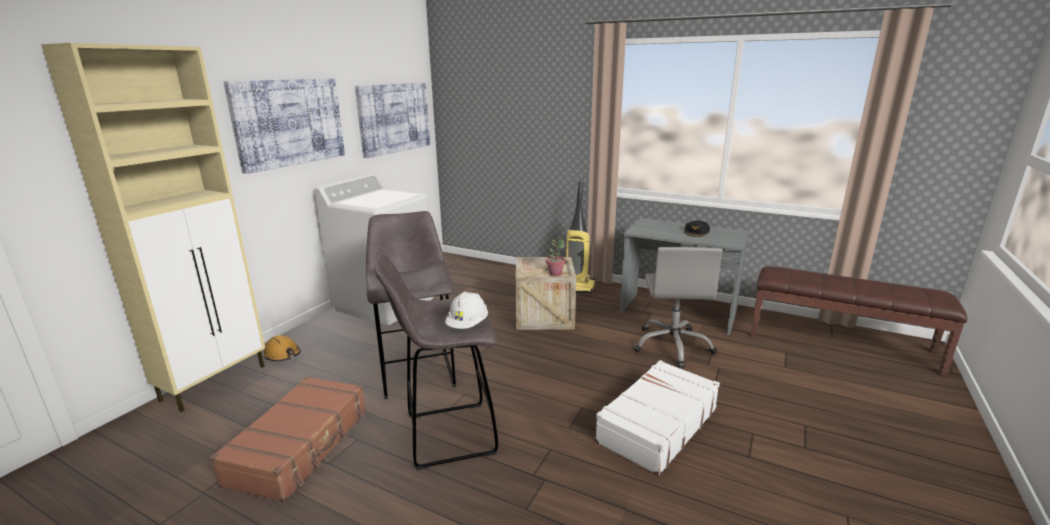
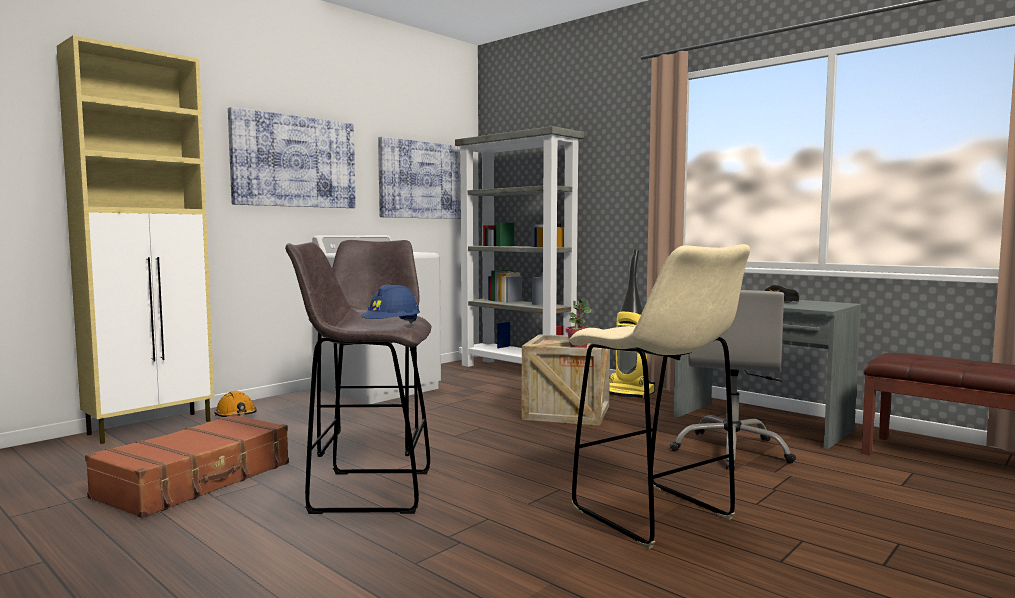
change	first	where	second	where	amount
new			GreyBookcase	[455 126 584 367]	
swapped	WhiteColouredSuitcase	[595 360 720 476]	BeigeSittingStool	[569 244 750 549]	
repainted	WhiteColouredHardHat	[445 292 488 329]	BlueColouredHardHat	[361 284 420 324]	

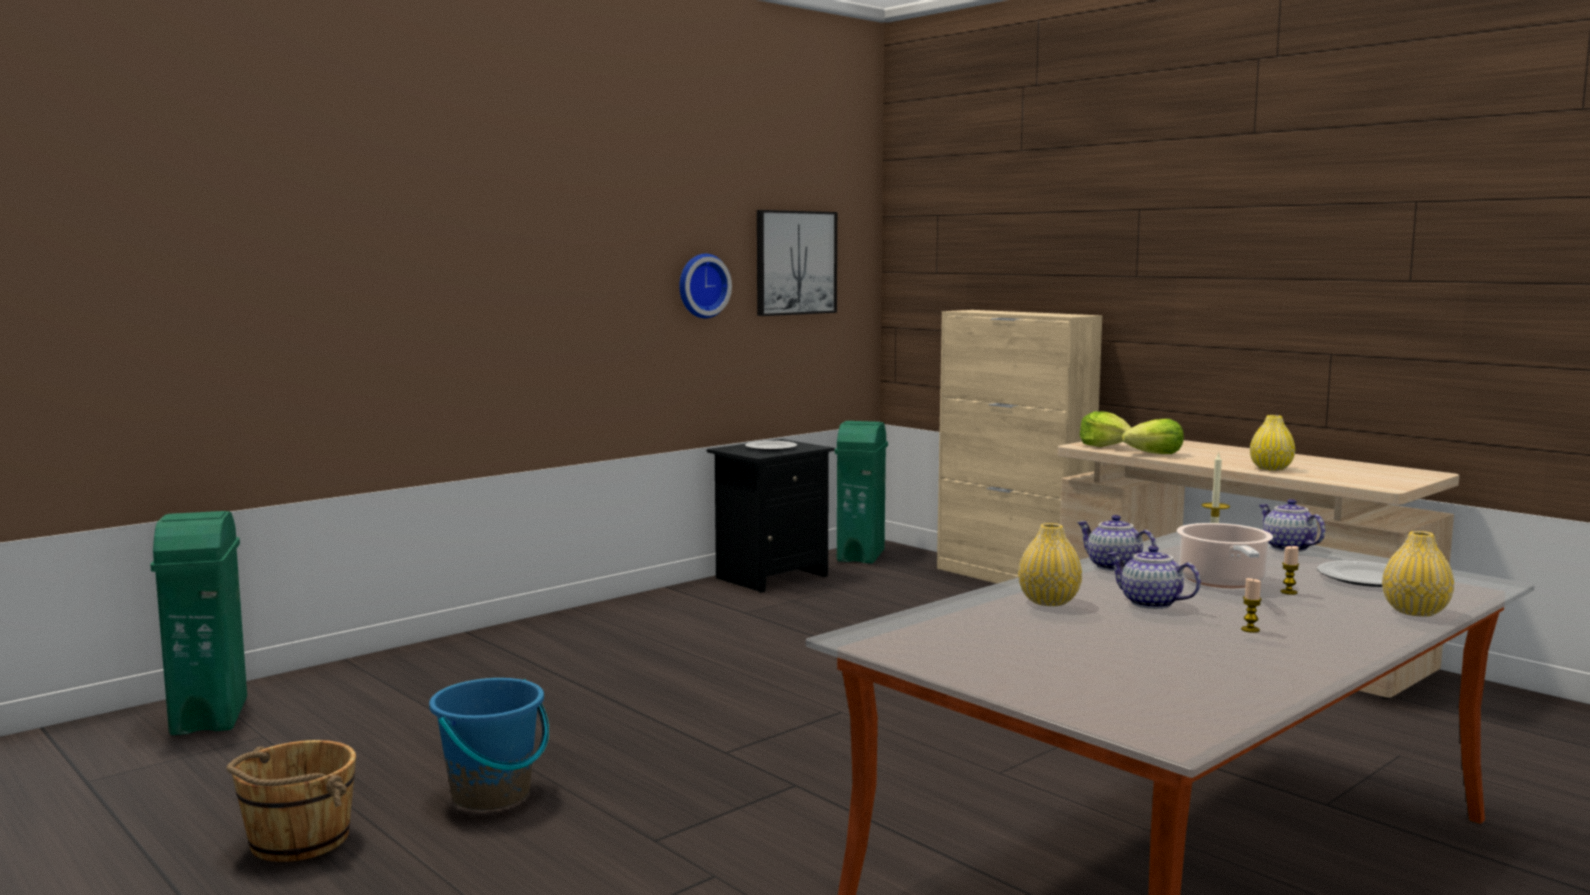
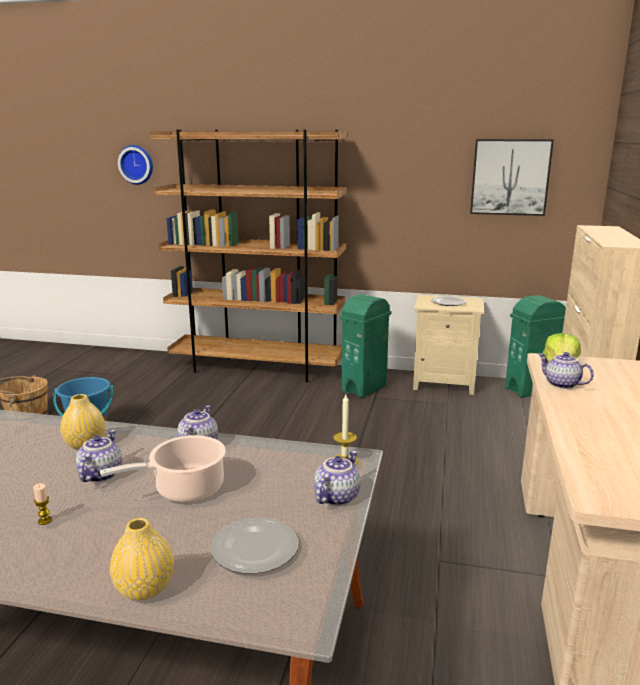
change	first	where	second	where	amount
gone	YellowishVase	[1250 415 1295 471]			
gone	Candle	[1280 546 1299 595]			
new			BrownColouredBookcase	[149 130 348 382]	
shifted	GreenColouredRubbishBin	[150 511 247 735]		[340 294 391 398]	
shifted	HangingClock	[679 254 732 318]		[118 145 153 185]	
swapped	LettuceHead	[1122 419 1184 454]	PotForTea	[538 352 594 389]	
repainted	BlackishNightTable	[707 439 835 593]	BeigeNightTable	[413 295 484 395]	

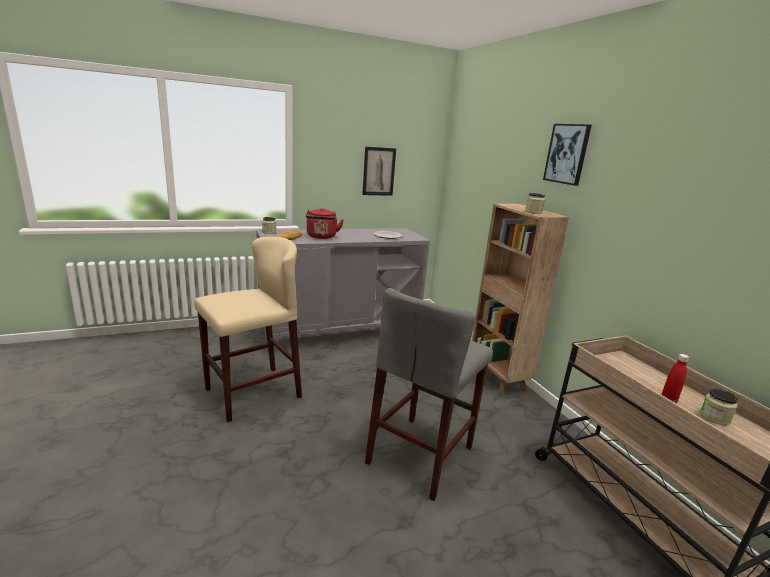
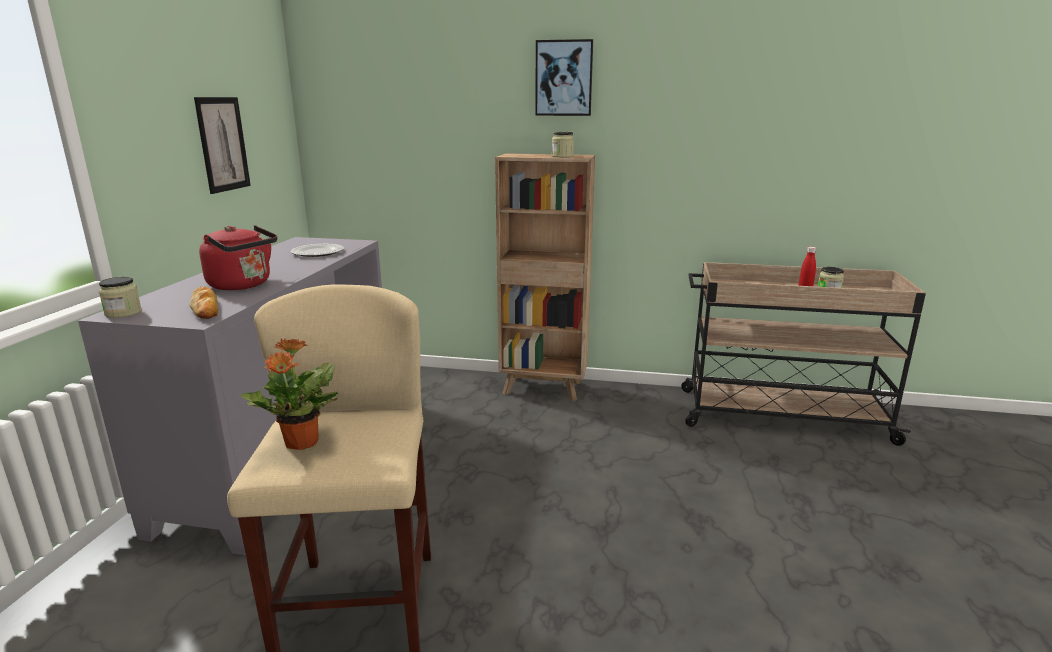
change	first	where	second	where	amount
gone	GreySittingStool	[365 288 493 501]			
new			PlantInAPot	[240 339 338 450]	

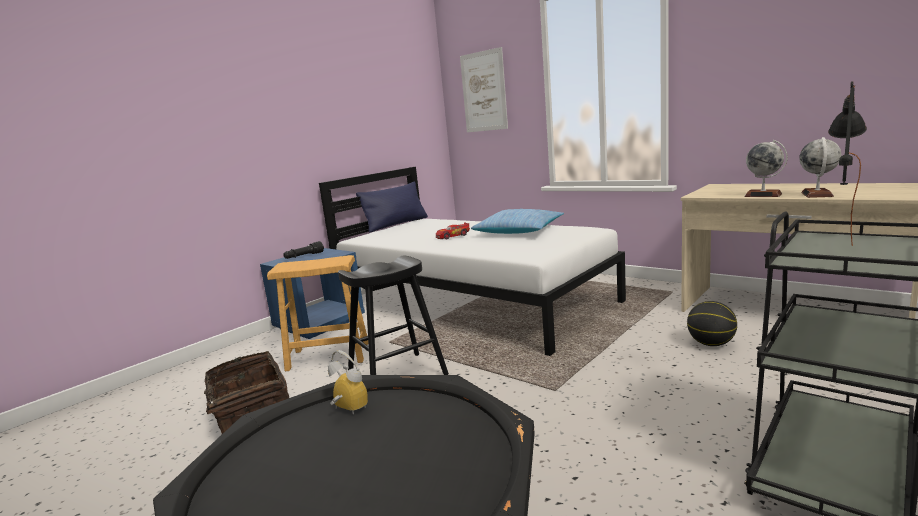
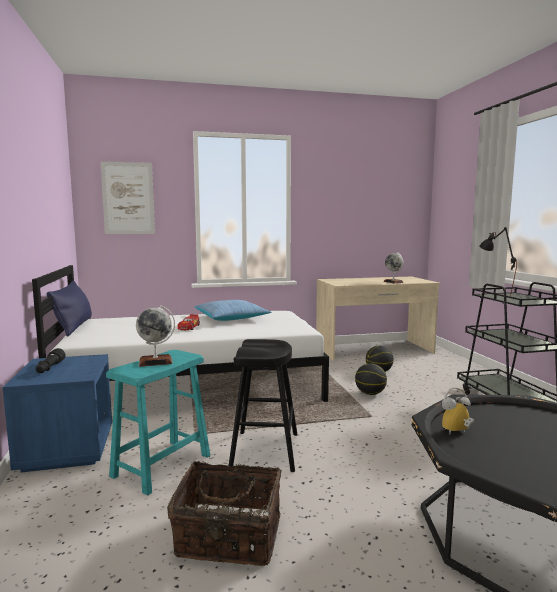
change	first	where	second	where	amount
new			BasketballBall	[355 363 387 395]	
shifted	WorldGlobe	[744 140 788 197]		[136 305 175 367]	
repainted	BrownColouredSittingStool	[267 255 368 371]	TurquoiseColouredSittingStool	[106 350 210 495]	

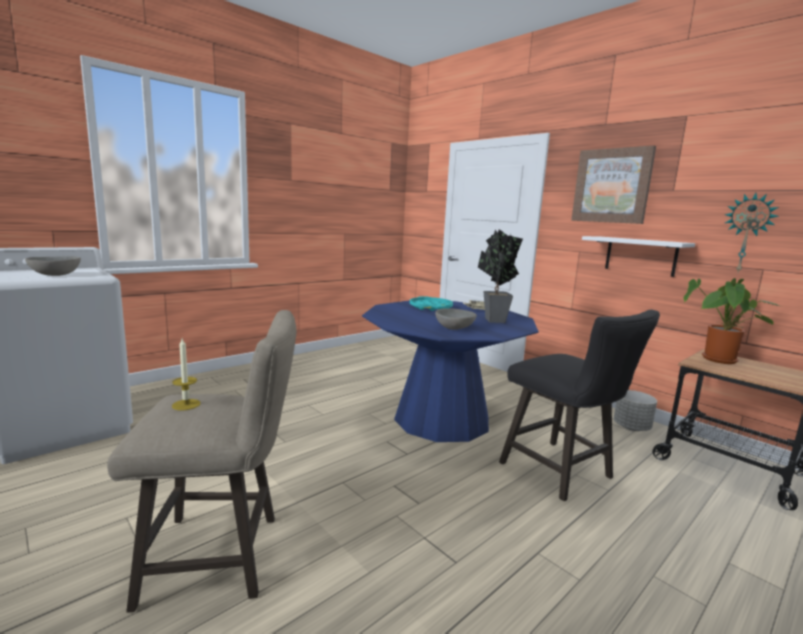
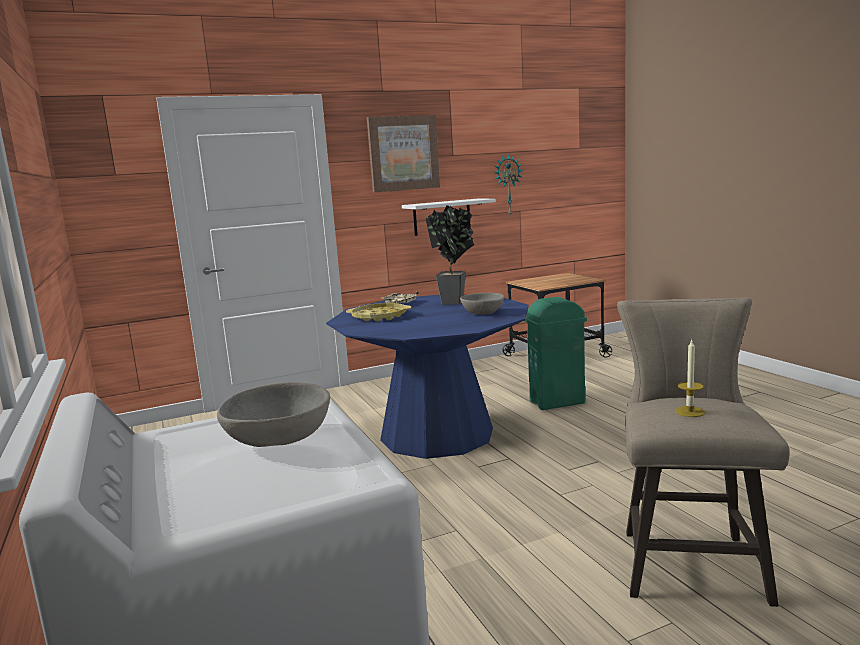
change	first	where	second	where	amount
gone	GreyPlanter	[614 390 657 431]			
gone	PlantInAPot	[683 278 782 364]			
swapped	BlackishSittingStool	[499 310 660 501]	GreenColouredRubbishBin	[525 297 587 410]	
repainted	TurquoiseColouredServingTray	[410 296 453 311]	YellowishServingTray	[346 303 411 321]	

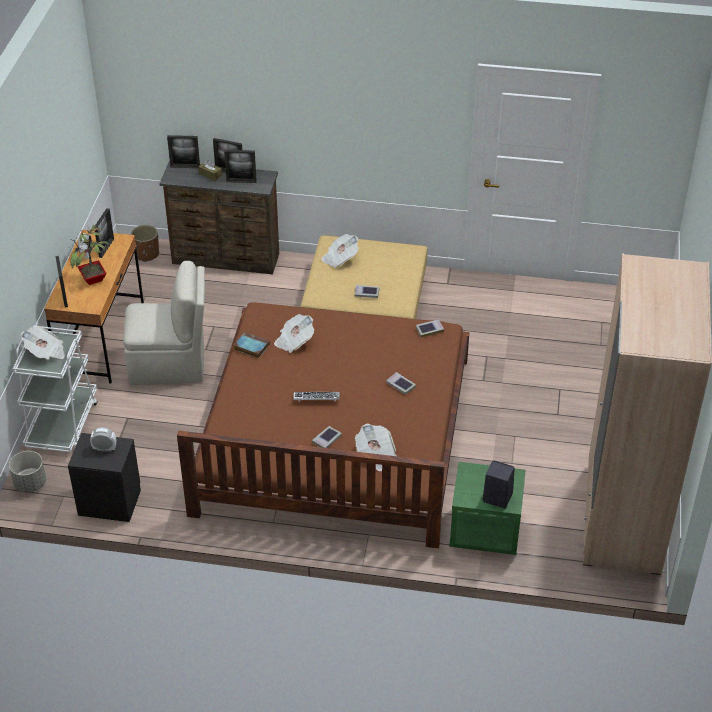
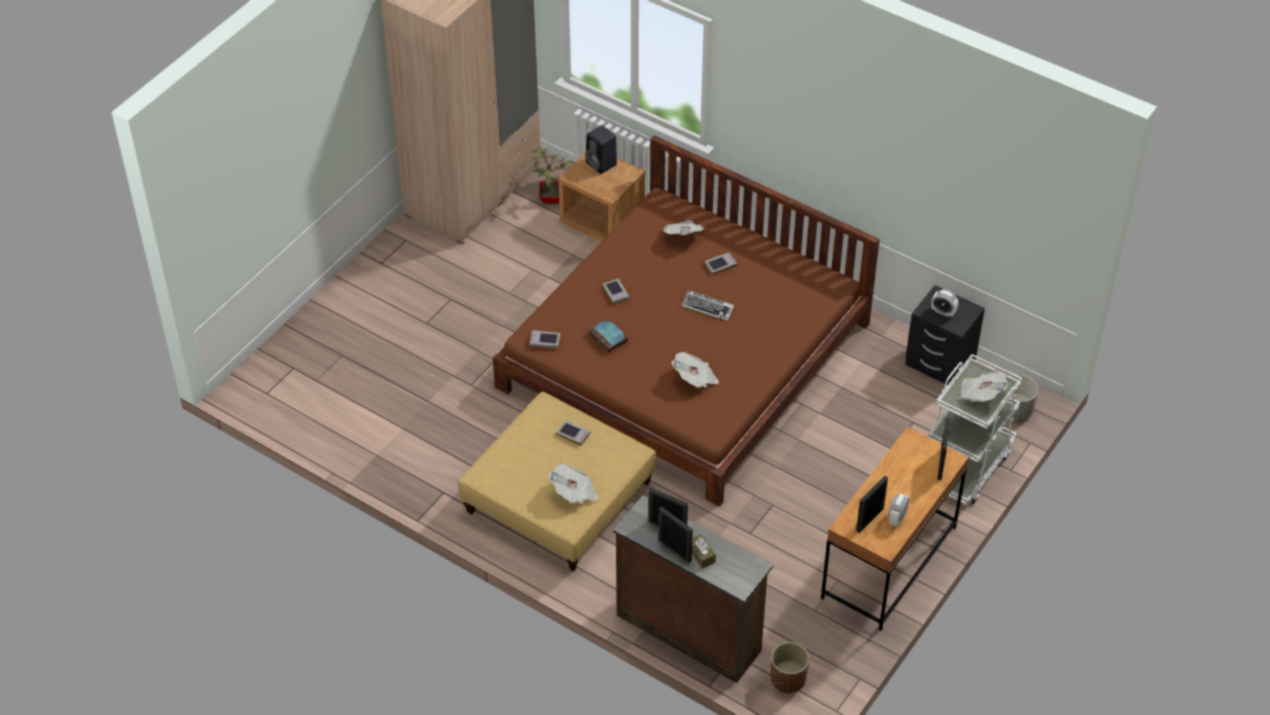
change	first	where	second	where	amount
gone	BeigeChair	[123 261 205 385]			
gone	StandingFrame	[167 135 200 168]			
shifted	PlantInAPot	[70 225 110 285]		[531 147 574 204]	
shifted	Volume	[234 332 270 358]		[589 318 628 353]	
repainted	GreenColouredNightTable	[449 462 526 555]	BrownColouredNightTable	[559 153 645 242]	

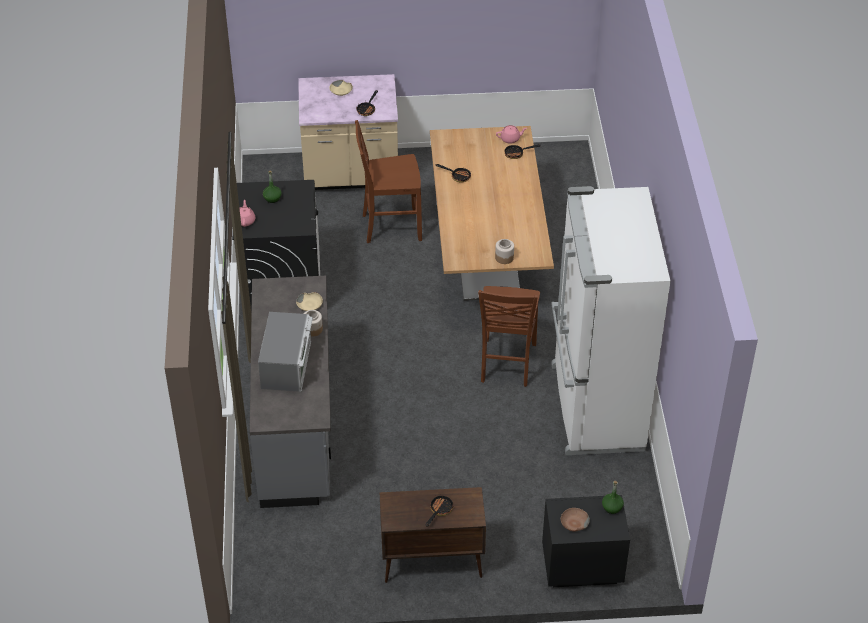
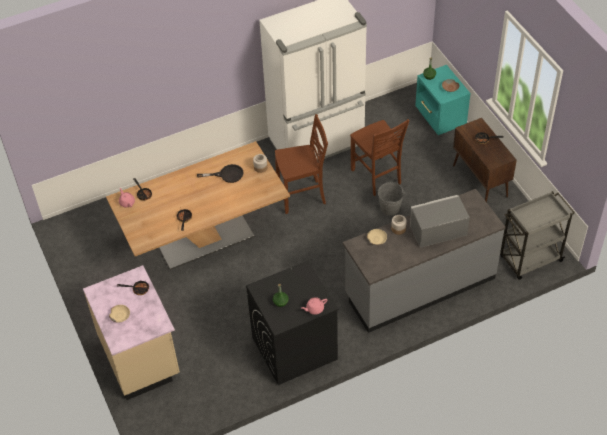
change	first	where	second	where	amount
new			BlackishFryingPan	[197 164 244 183]	
new			GreyWaterBucket	[377 182 405 216]	
new			GreyTrolley	[500 191 575 280]	
shifted	BrownColouredChair	[355 120 422 243]		[350 119 410 196]	
repainted	BlackishNightTable	[542 495 630 587]	TurquoiseColouredNightTable	[415 65 471 135]	

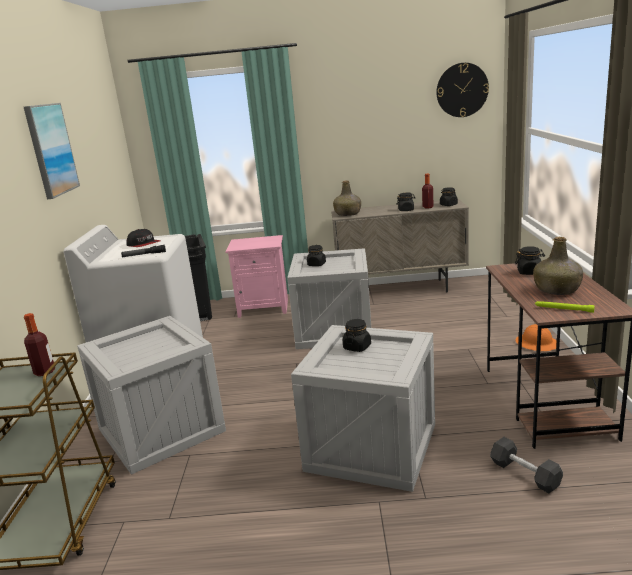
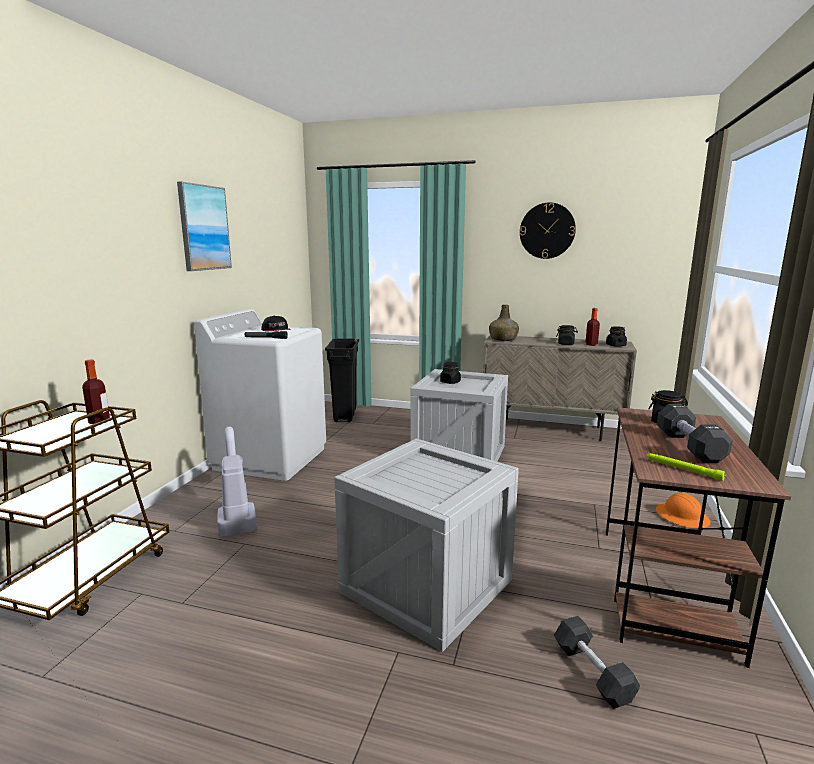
change	first	where	second	where	amount
gone	PinkNightTable	[225 235 288 318]			
gone	BlackishStorageJar	[343 319 371 352]			
shifted	HangingClock	[436 63 489 117]		[520 202 576 259]	
swapped	PackingCrate	[77 316 226 475]	Hoover	[217 427 257 537]	
swapped	GreenColouredBottle	[533 237 583 295]	BlackishDumbbell	[657 404 733 463]	

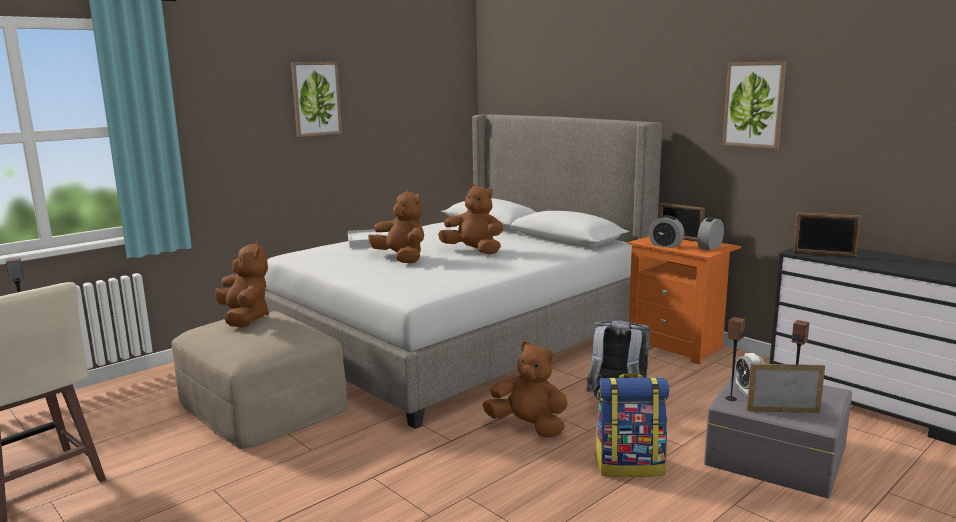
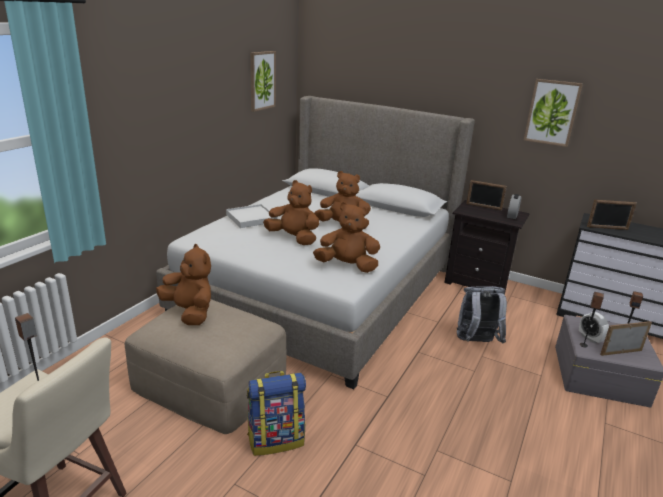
change	first	where	second	where	amount
gone	BedsideClock	[649 215 684 248]			
shifted	WallArt	[291 62 342 137]		[250 51 276 112]	
shifted	BrownColouredPlushToy	[483 341 568 438]		[313 202 380 273]	
shifted	Knapsack	[595 374 669 477]		[247 371 306 456]	
repainted	OrangeyNightTable	[628 236 741 365]	BlackishNightTable	[444 200 530 295]	

